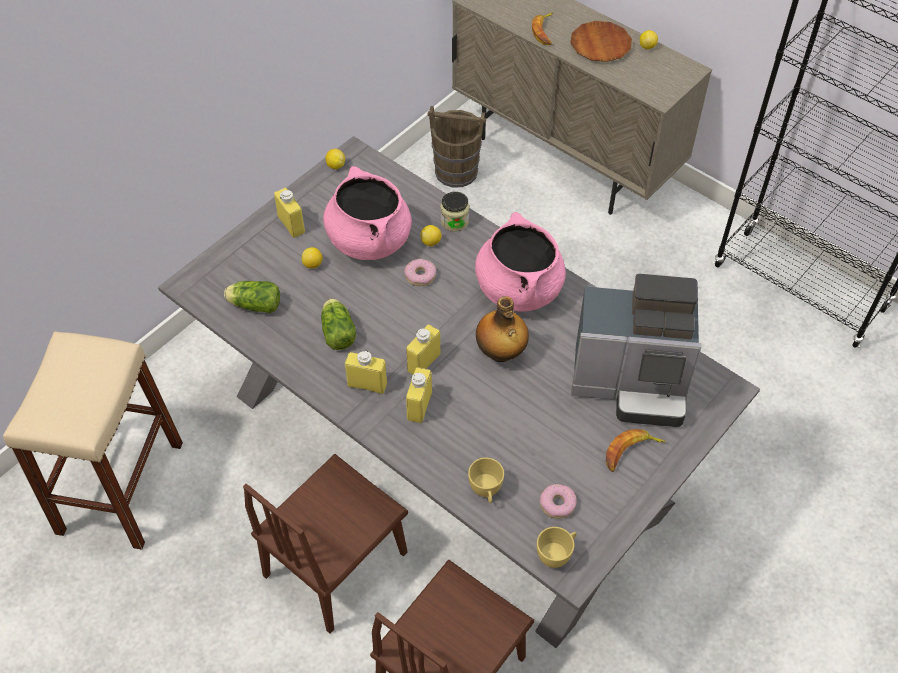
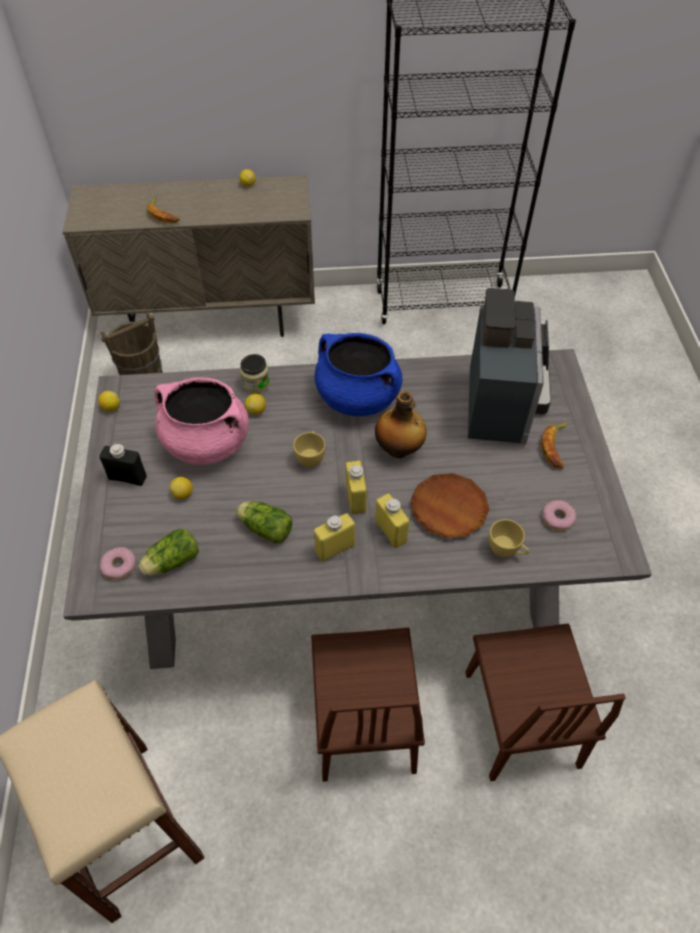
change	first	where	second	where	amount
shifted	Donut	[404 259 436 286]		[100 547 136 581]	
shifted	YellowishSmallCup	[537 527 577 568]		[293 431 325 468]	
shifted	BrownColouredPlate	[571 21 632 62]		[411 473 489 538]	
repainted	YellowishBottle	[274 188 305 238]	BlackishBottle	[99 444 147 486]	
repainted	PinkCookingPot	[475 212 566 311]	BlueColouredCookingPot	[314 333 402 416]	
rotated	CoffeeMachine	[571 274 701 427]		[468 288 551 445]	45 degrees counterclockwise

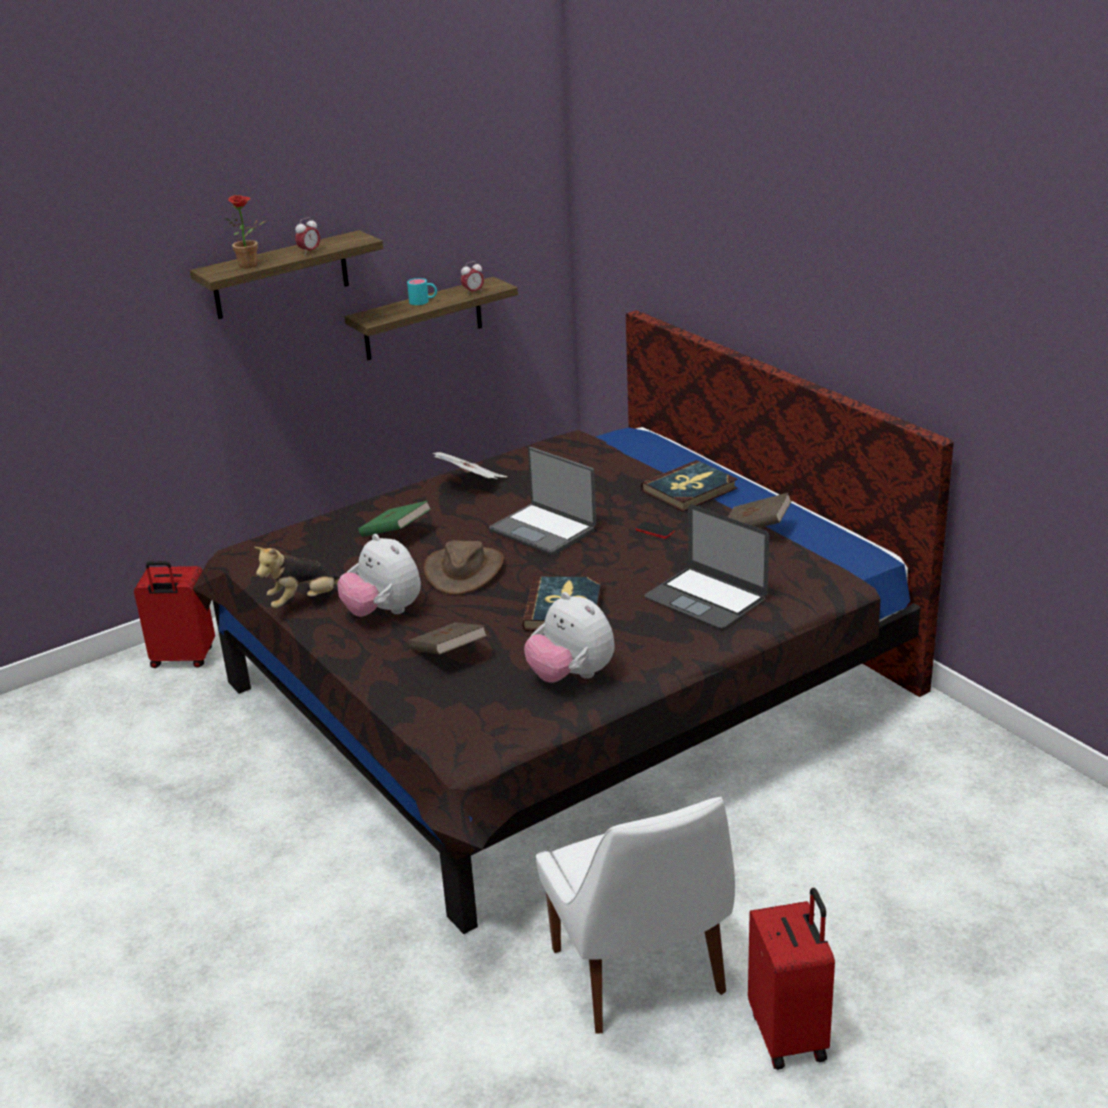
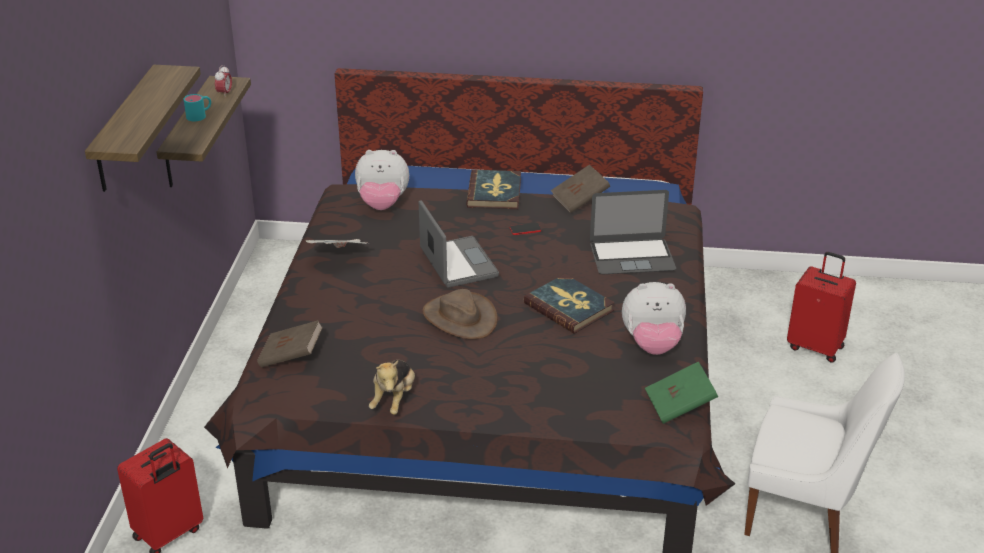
change	first	where	second	where	amount
gone	PlantInAPot	[225 195 265 268]			
gone	BedsideClock	[295 217 320 255]			
shifted	PlushToy	[337 534 421 617]		[355 150 409 210]	
shifted	GreenColouredVolume	[359 501 431 537]		[645 362 718 424]	
shifted	BrownColouredVolume	[409 622 487 655]		[257 320 323 367]	
shifted	RedColouredSuitcase	[748 888 835 1070]		[787 252 856 363]	
rotated	NotebookComputer	[489 447 596 556]		[419 200 499 288]	105 degrees counterclockwise

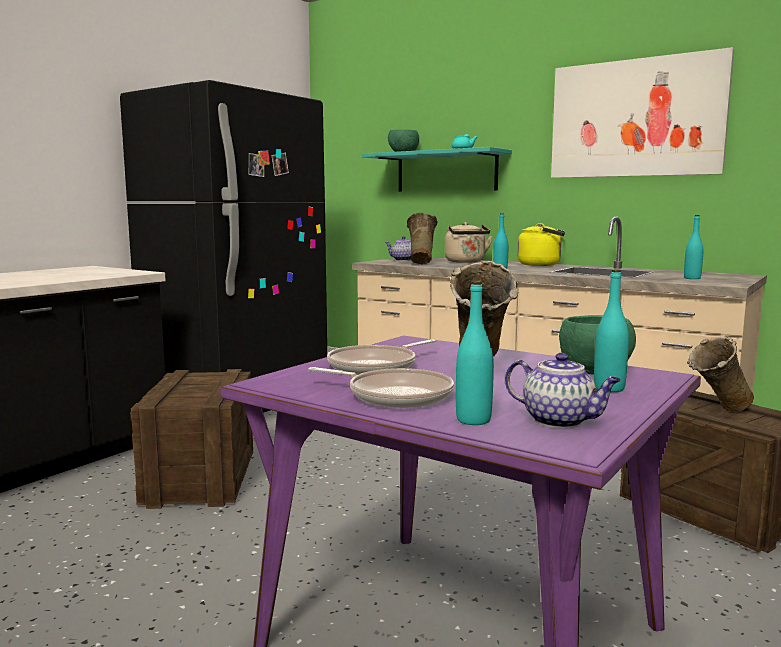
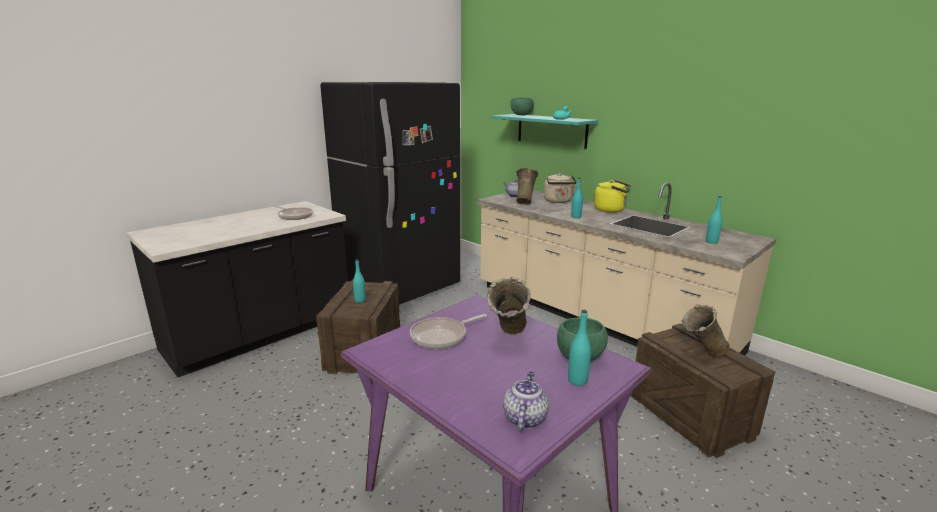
change	first	where	second	where	amount
gone	WallArt	[551 47 734 178]			
shifted	FryingPan	[308 367 454 408]		[274 206 313 220]	
shifted	TurquoiseColouredBottle	[456 281 494 425]		[353 259 366 303]	
rotated	PotForTea	[505 353 621 428]		[503 371 549 431]	120 degrees counterclockwise

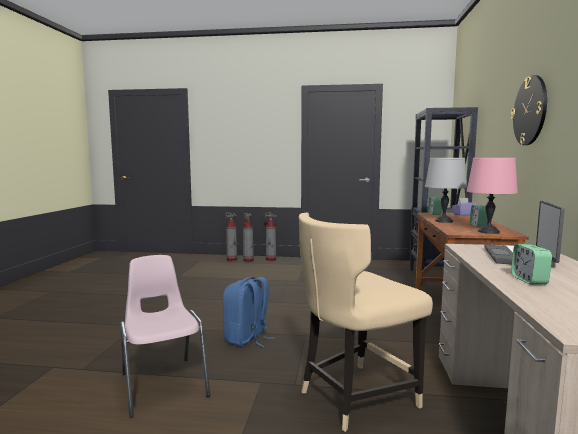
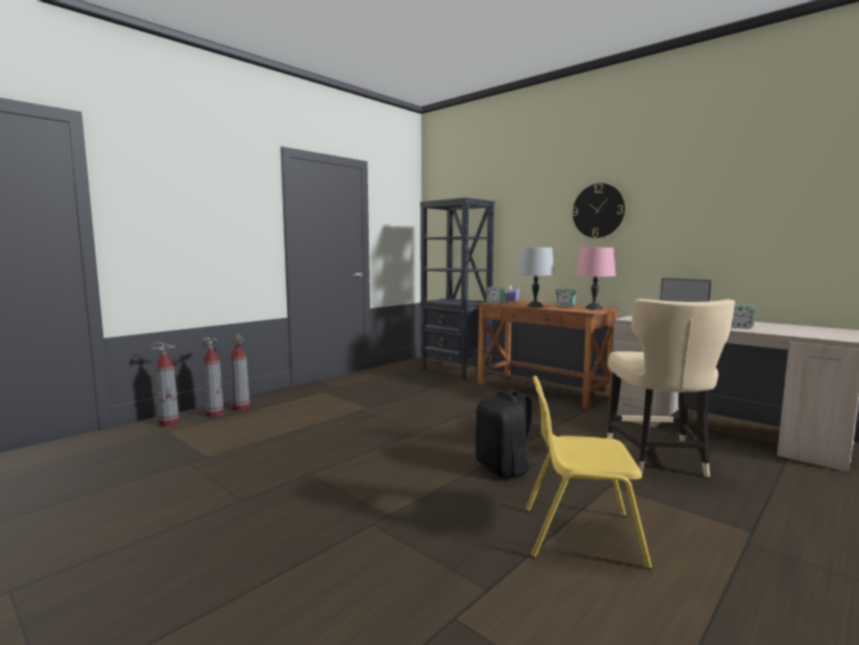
change	first	where	second	where	amount
shifted	FireFightingCylinder	[265 212 277 261]		[151 342 179 427]	
repainted	PinkChair	[120 255 210 418]	YellowishChair	[525 376 652 569]	
repainted	BlueColouredKnapsack	[223 277 275 347]	BlackishKnapsack	[475 389 537 479]	

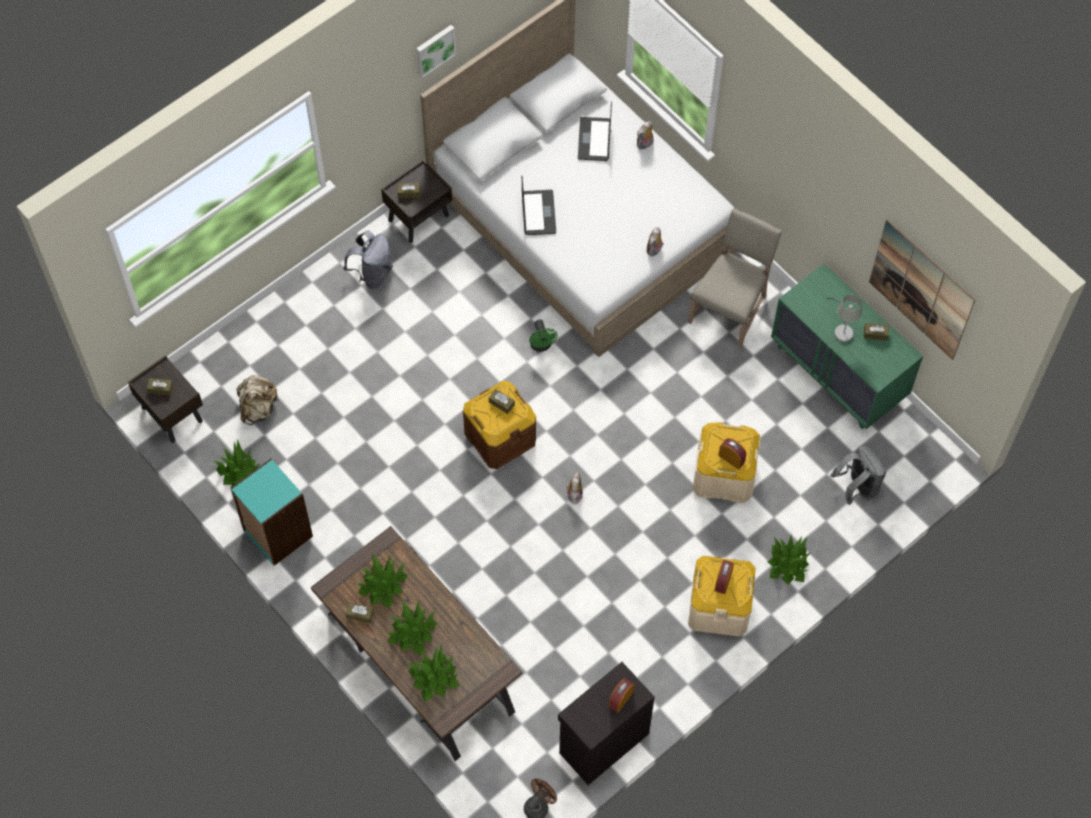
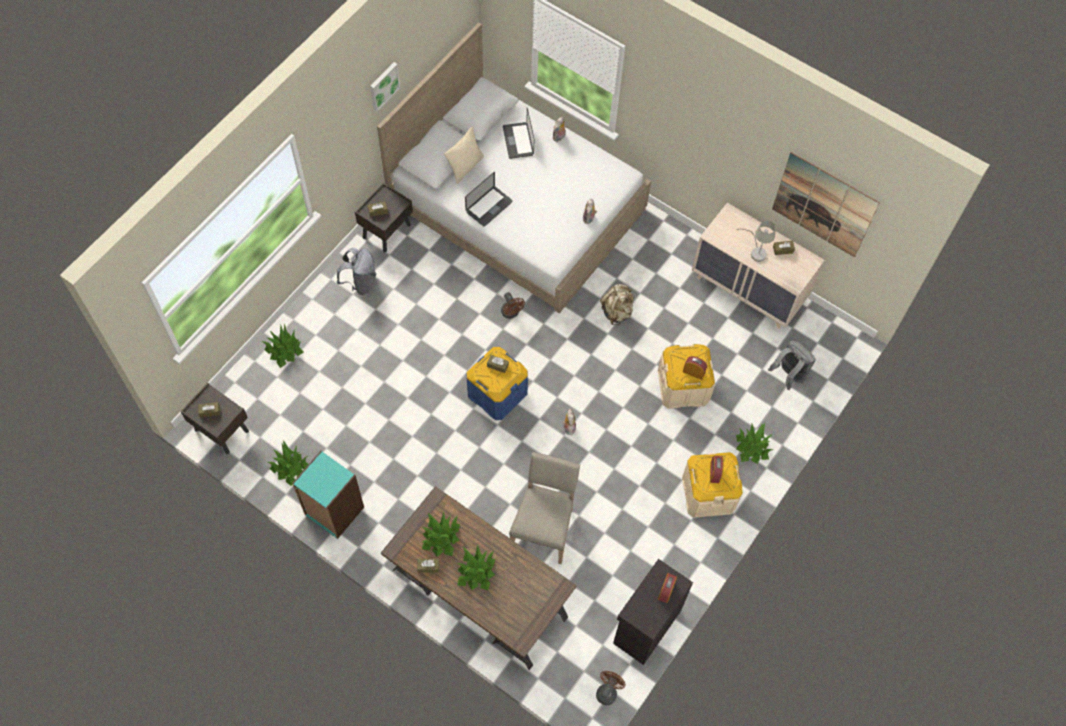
change	first	where	second	where	amount
new			BeigeThrowPillow	[445 126 484 184]	
shifted	BeigeKnapsack	[237 375 279 425]		[600 284 634 325]	
shifted	PlantInAPot	[407 644 460 702]		[261 324 304 368]	
shifted	BeigeChair	[688 208 782 348]		[509 452 580 564]	
repainted	BrownColouredStorageBox	[463 381 536 469]	BlueColouredStorageBox	[466 347 528 420]	
repainted	GreenColouredFan	[529 319 558 352]	BrownColouredFan	[501 292 525 319]	
repainted	GreenColouredDresser	[771 263 923 429]	BeigeDresser	[692 203 825 329]	
rotated	NotebookComputer	[522 176 556 235]		[465 172 513 226]	60 degrees clockwise

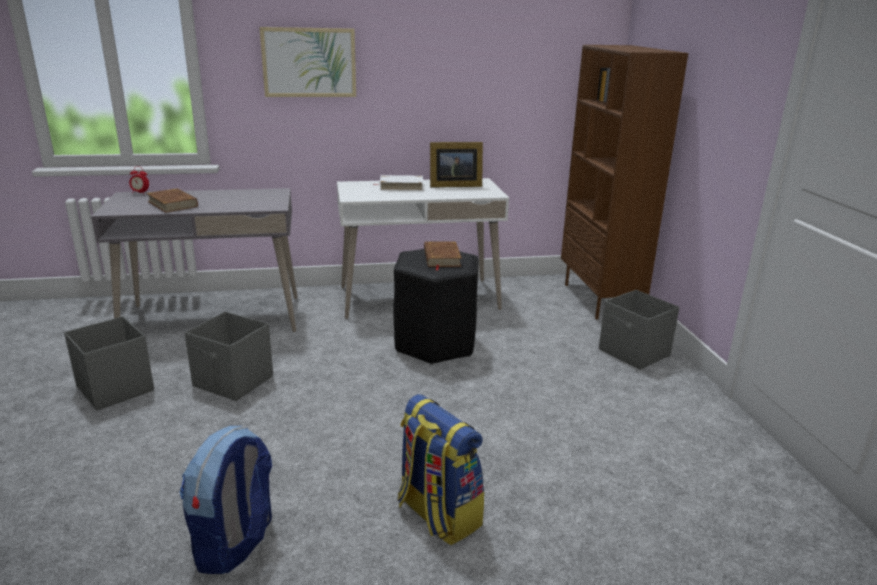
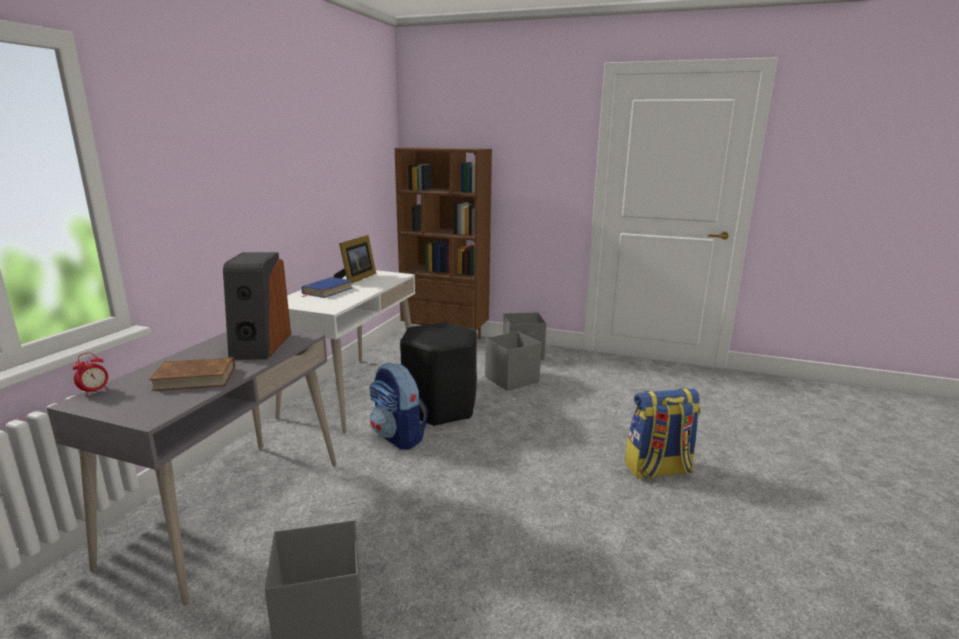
change	first	where	second	where	amount
gone	WallArt	[259 27 356 97]			
gone	BrownColouredVolume	[424 241 462 270]			
new			Speaker	[223 252 291 360]	
shifted	Knapsack	[179 426 272 574]		[369 363 428 450]	
shifted	GreyStorageBox	[185 311 273 401]		[485 331 541 391]	
repainted	WhiteColouredVolume	[373 175 423 191]	BlueColouredVolume	[302 277 353 298]	

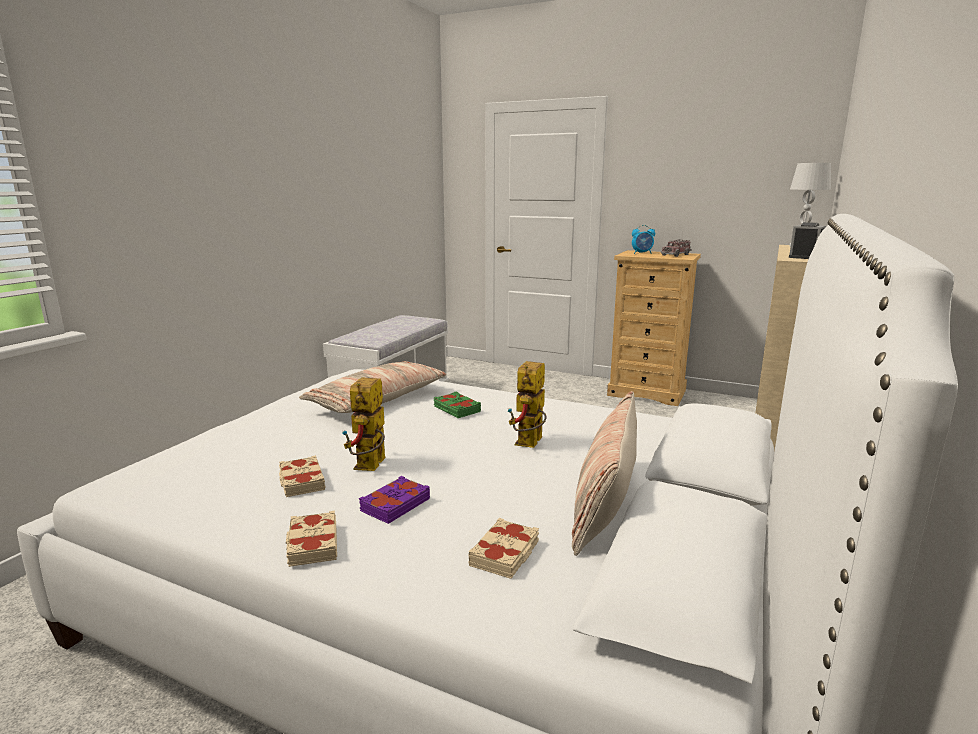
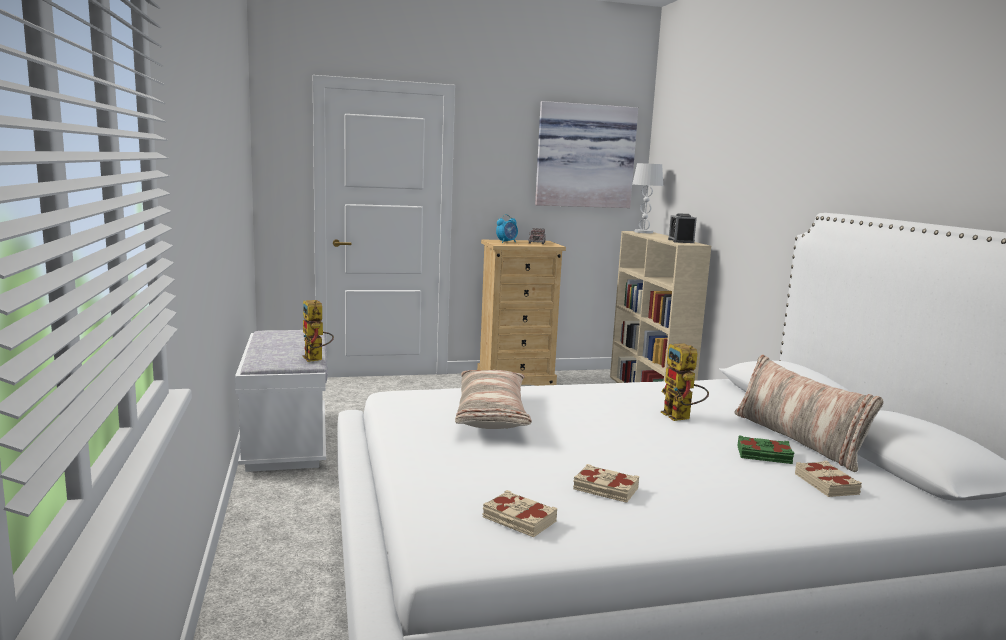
change	first	where	second	where	amount
gone	PurplishVolume	[359 476 430 524]			
new			WallArt	[535 101 638 208]	
shifted	BeigeVolume	[286 511 337 567]		[483 490 558 537]	
shifted	RobotFigure	[342 377 385 471]		[302 300 334 362]	
shifted	GreenColouredVolume	[434 391 481 418]		[738 436 794 464]	

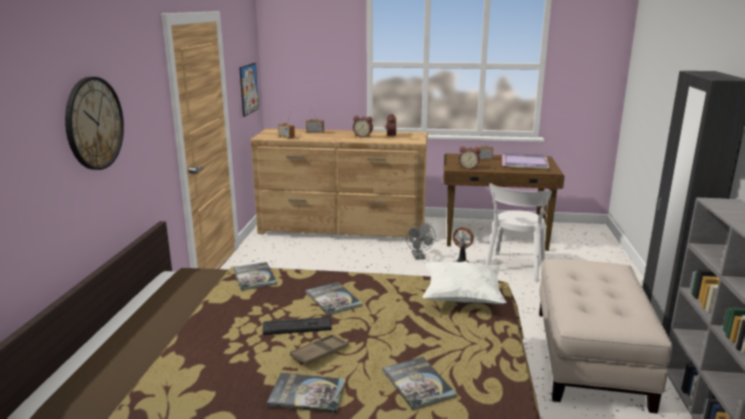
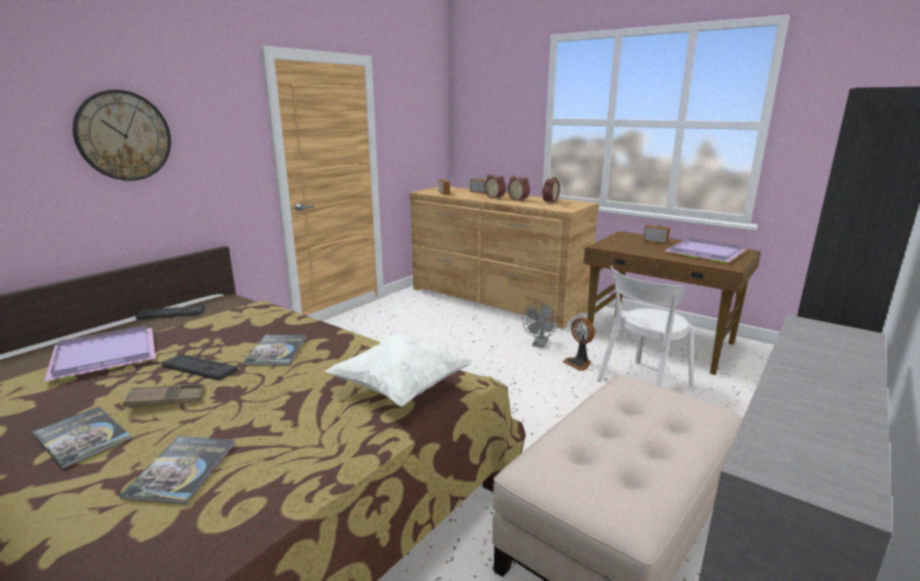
change	first	where	second	where	amount
gone	Volume	[233 262 277 290]			
gone	WallArt	[239 63 259 117]			
new			PurplishServingTray	[44 325 156 382]	
new			ComputerKeyboard	[135 306 205 320]	
shifted	BedsideClock	[459 147 481 169]		[484 174 506 199]	

